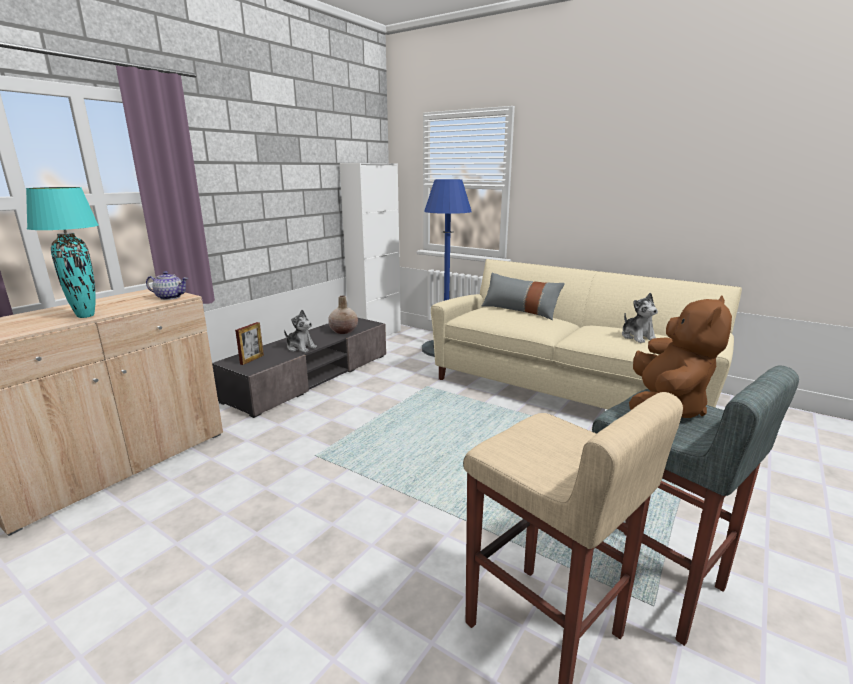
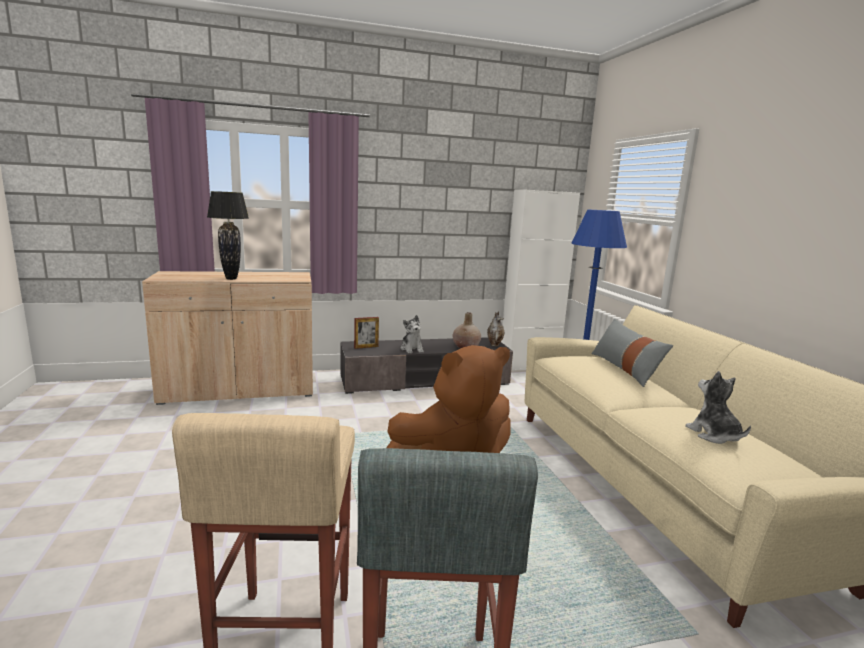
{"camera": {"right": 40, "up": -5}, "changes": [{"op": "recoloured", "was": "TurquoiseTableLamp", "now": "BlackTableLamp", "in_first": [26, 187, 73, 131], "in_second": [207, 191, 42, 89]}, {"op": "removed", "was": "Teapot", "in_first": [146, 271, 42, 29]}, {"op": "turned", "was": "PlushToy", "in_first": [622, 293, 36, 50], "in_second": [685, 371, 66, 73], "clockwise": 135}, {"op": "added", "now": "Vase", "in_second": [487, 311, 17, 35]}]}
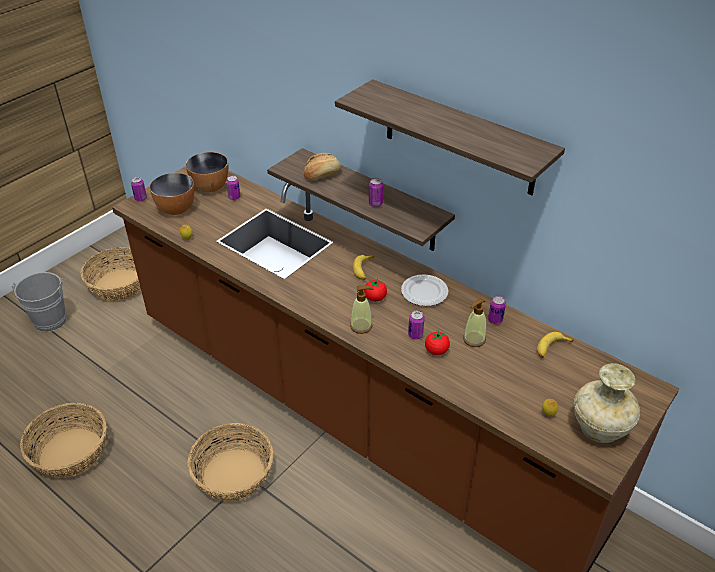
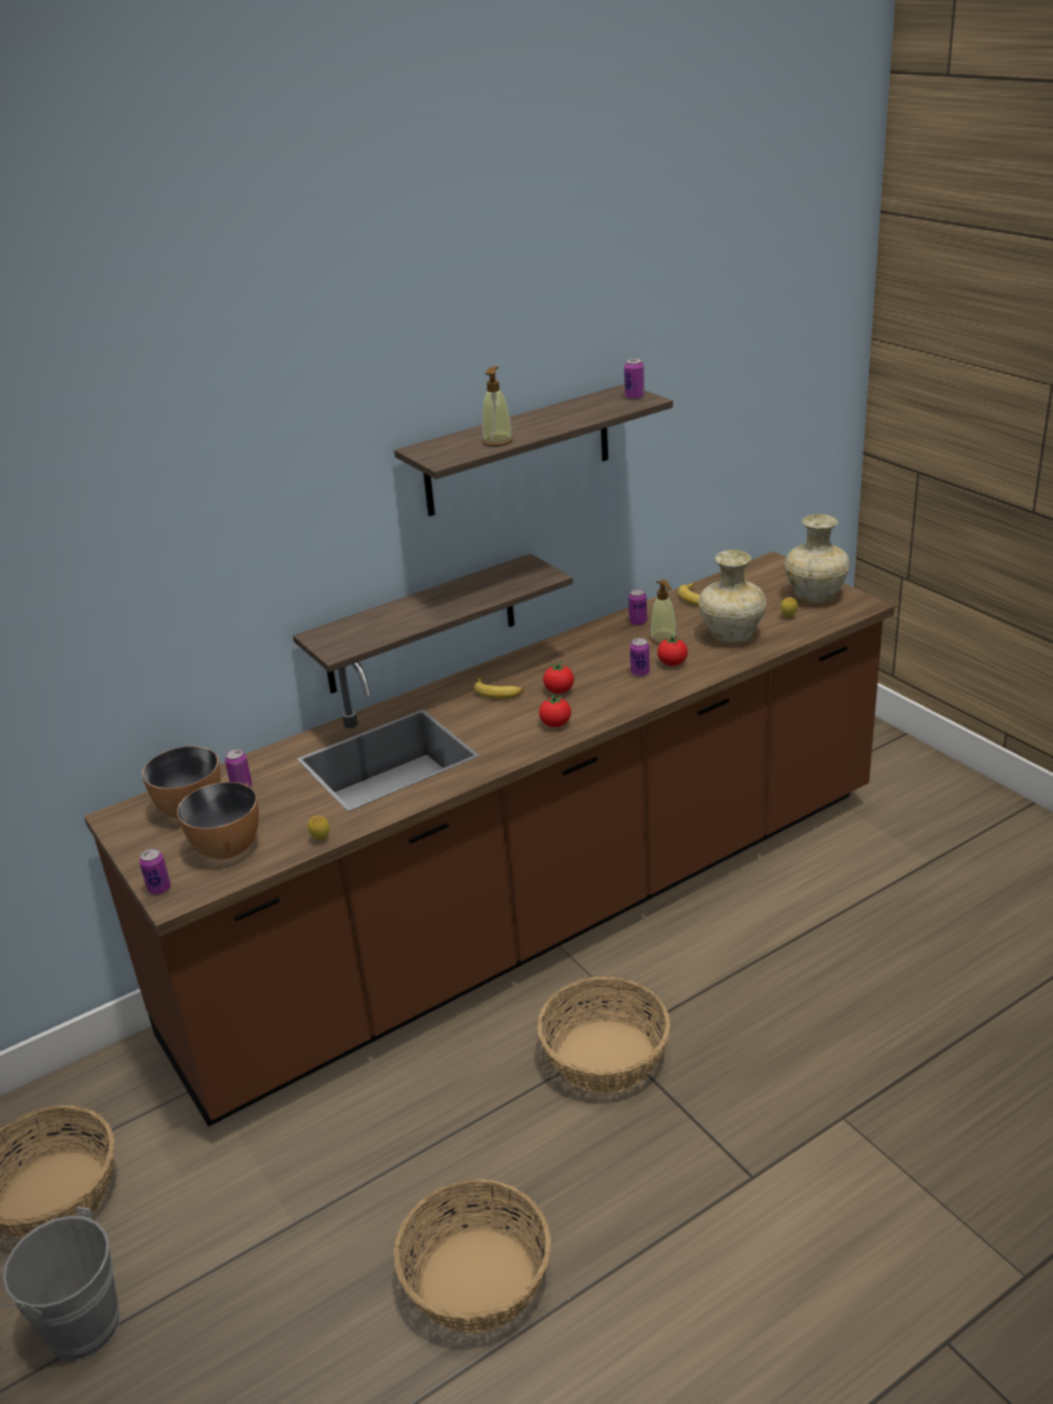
{"camera": {"right": -70, "up": -10}, "changes": [{"op": "removed", "was": "Bread", "in_first": [304, 153, 37, 28]}, {"op": "moved", "was": "Can", "in_first": [369, 178, 14, 29], "in_second": [624, 359, 20, 41]}, {"op": "removed", "was": "Plate", "in_first": [401, 274, 48, 32]}, {"op": "moved", "was": "SoapDispenser", "in_first": [350, 285, 24, 49], "in_second": [482, 366, 31, 80]}, {"op": "added", "now": "BeigeVase", "in_second": [698, 550, 68, 93]}, {"op": "added", "now": "Tomato", "in_second": [539, 694, 32, 33]}]}
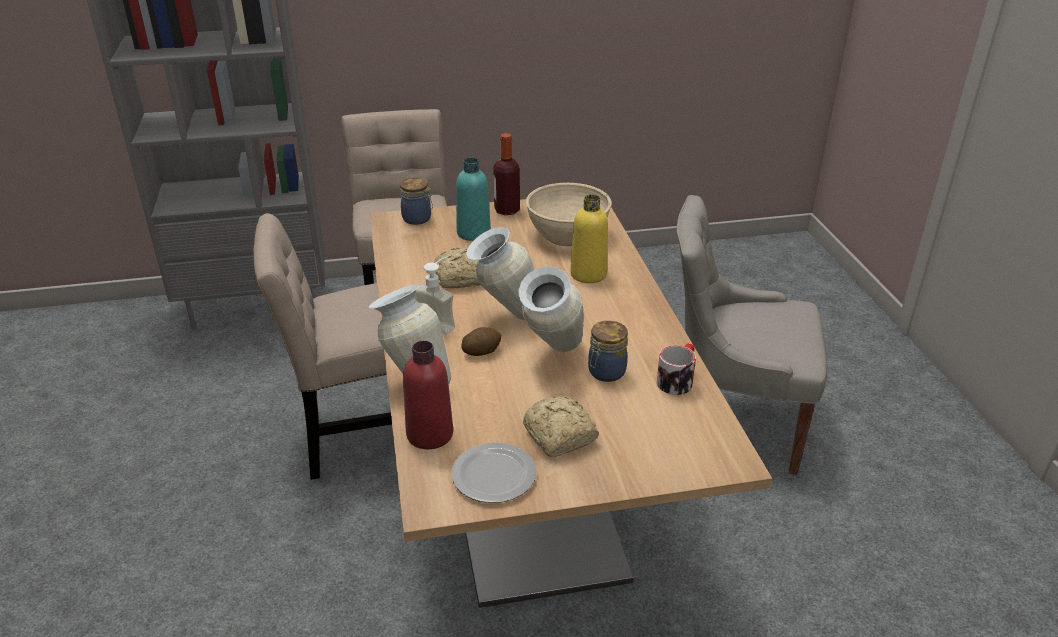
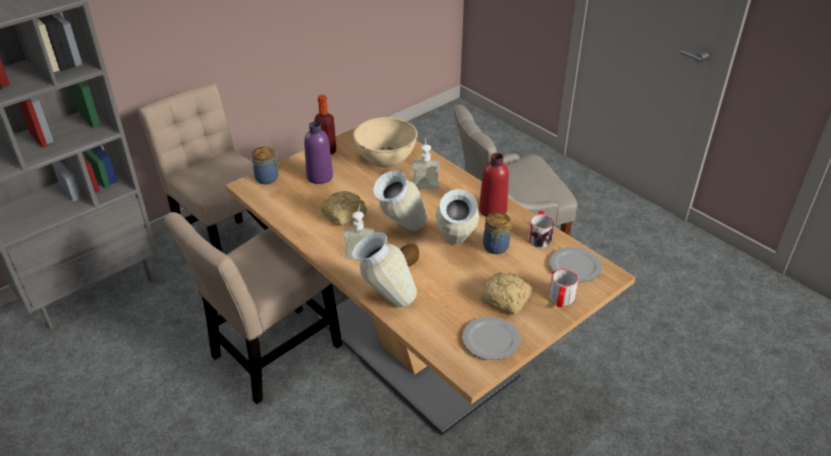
{"camera": {"right": -30, "up": 5}, "changes": [{"op": "recoloured", "was": "TurquoiseBottle", "now": "PurpleBottle", "in_first": [456, 158, 35, 83], "in_second": [304, 121, 29, 63]}, {"op": "replaced", "was": "YellowBottle", "now": "SoapDispenser", "in_first": [571, 194, 37, 89], "in_second": [412, 138, 28, 51]}, {"op": "moved", "was": "RedBottle", "in_first": [403, 341, 50, 108], "in_second": [479, 153, 30, 64]}, {"op": "added", "now": "Plate", "in_second": [550, 247, 53, 35]}, {"op": "added", "now": "Mug", "in_second": [549, 269, 29, 38]}]}
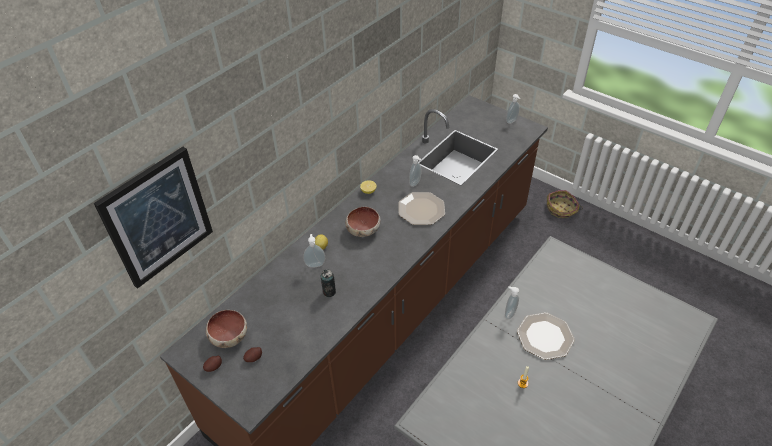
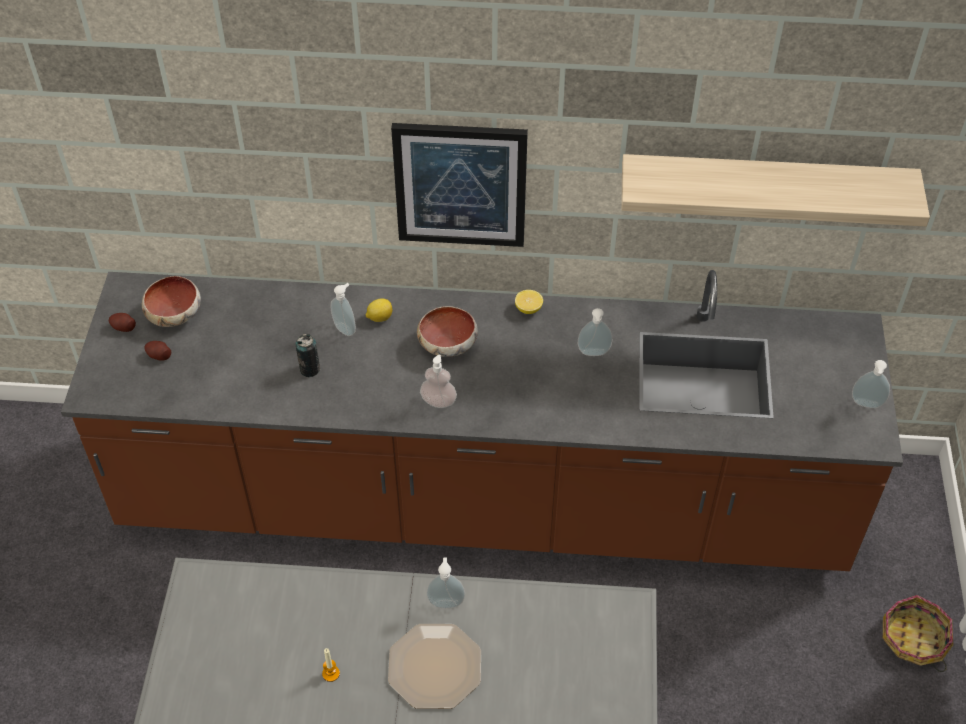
{"camera": {"right": 55, "up": 5}, "changes": [{"op": "moved", "was": "Picture", "in_first": [94, 147, 119, 142], "in_second": [391, 123, 137, 124]}, {"op": "removed", "was": "Plate", "in_first": [398, 192, 47, 33]}, {"op": "added", "now": "Shelf", "in_second": [621, 154, 309, 73]}, {"op": "added", "now": "SoapDispenser", "in_second": [420, 355, 37, 53]}]}
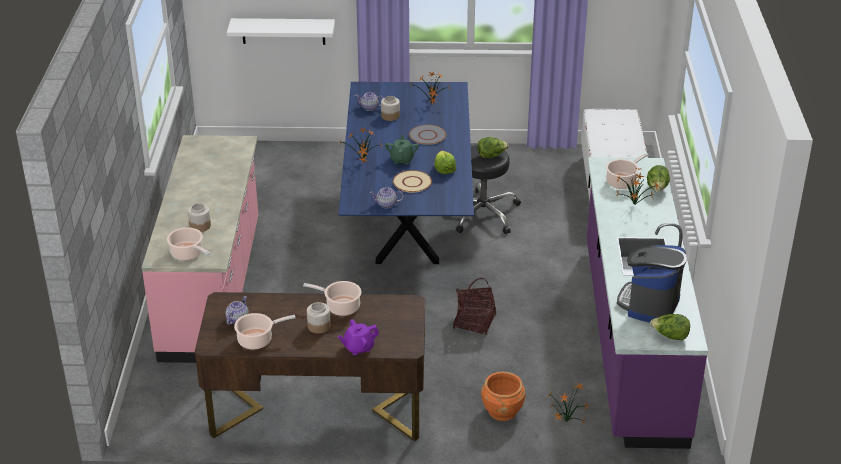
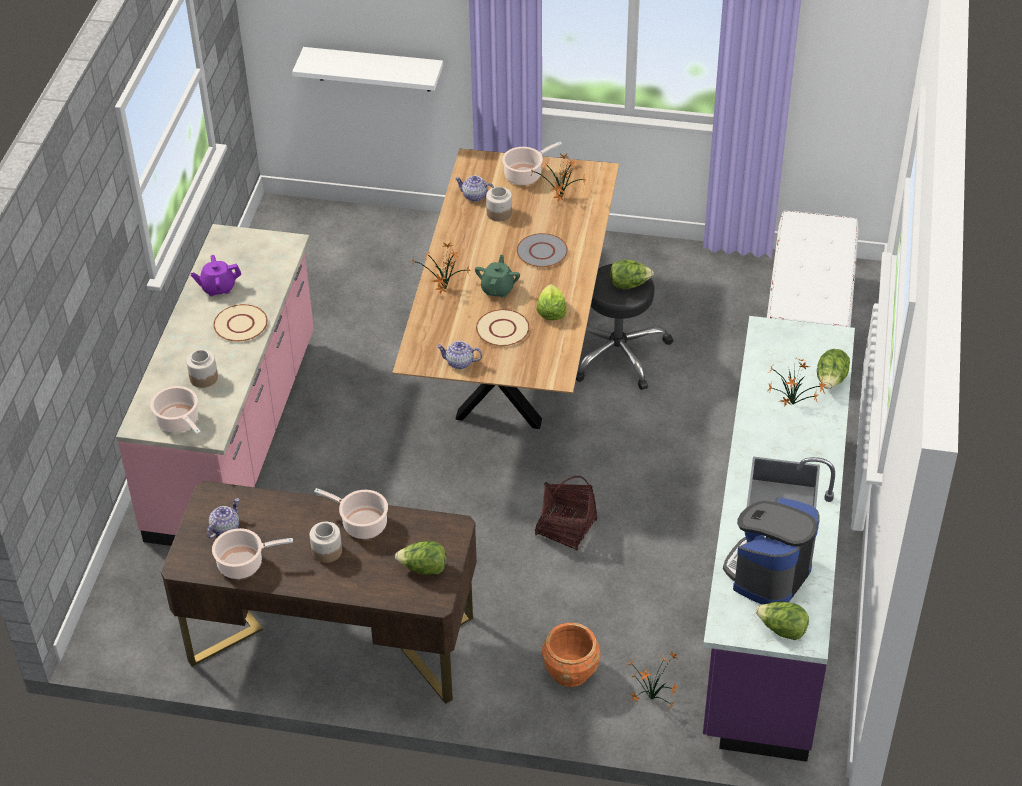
{"camera": {"right": 10, "up": 10}, "changes": [{"op": "recoloured", "was": "BlueDiningTable", "now": "BrownDiningTable", "in_first": [339, 82, 135, 182], "in_second": [392, 149, 227, 280]}, {"op": "moved", "was": "CookingPot", "in_first": [606, 153, 43, 36], "in_second": [502, 142, 60, 43]}, {"op": "moved", "was": "PurpleTeapot", "in_first": [338, 319, 41, 36], "in_second": [190, 255, 51, 41]}, {"op": "added", "now": "BeigePlate", "in_second": [213, 304, 55, 38]}, {"op": "added", "now": "Lettuce", "in_second": [395, 541, 51, 34]}]}
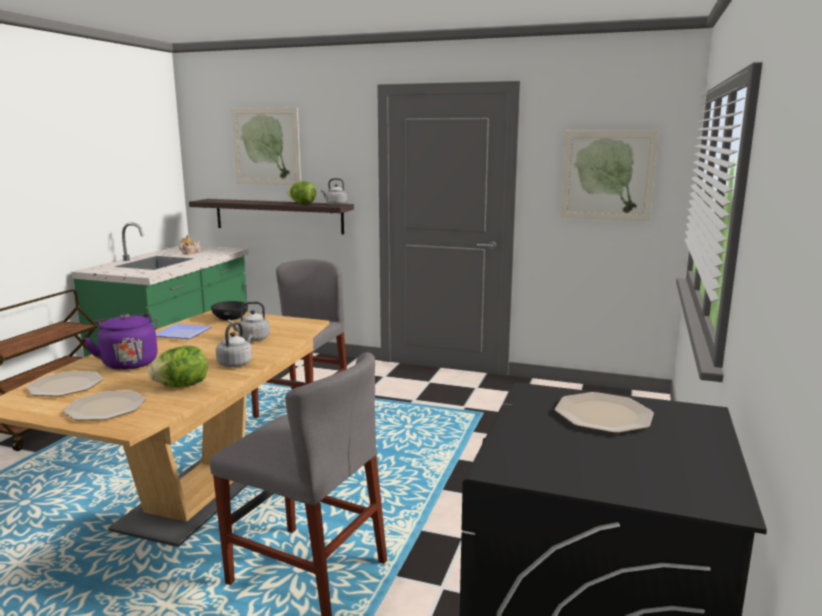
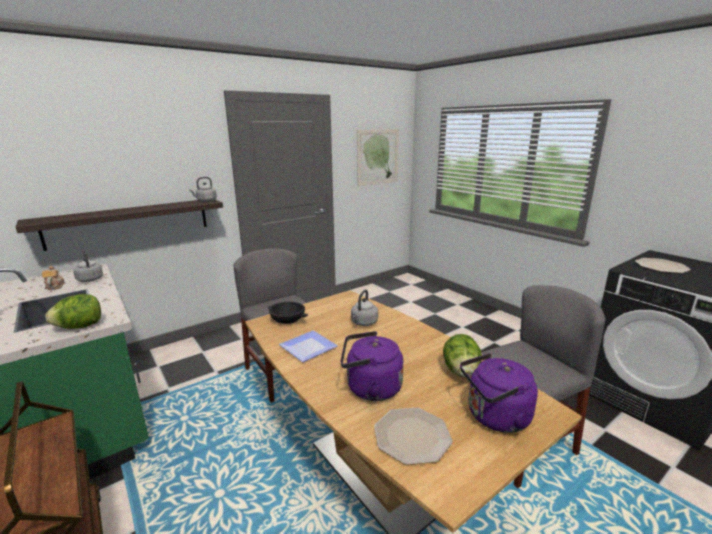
{"camera": {"right": -55, "up": 5}, "changes": [{"op": "removed", "was": "Picture", "in_first": [231, 108, 70, 77]}, {"op": "moved", "was": "Lettuce", "in_first": [288, 181, 29, 23], "in_second": [45, 294, 56, 35]}, {"op": "moved", "was": "GreyKettle", "in_first": [216, 322, 37, 45], "in_second": [73, 251, 30, 31]}, {"op": "replaced", "was": "Plate", "now": "PurpleKettle", "in_first": [63, 391, 83, 29], "in_second": [460, 353, 78, 80]}]}
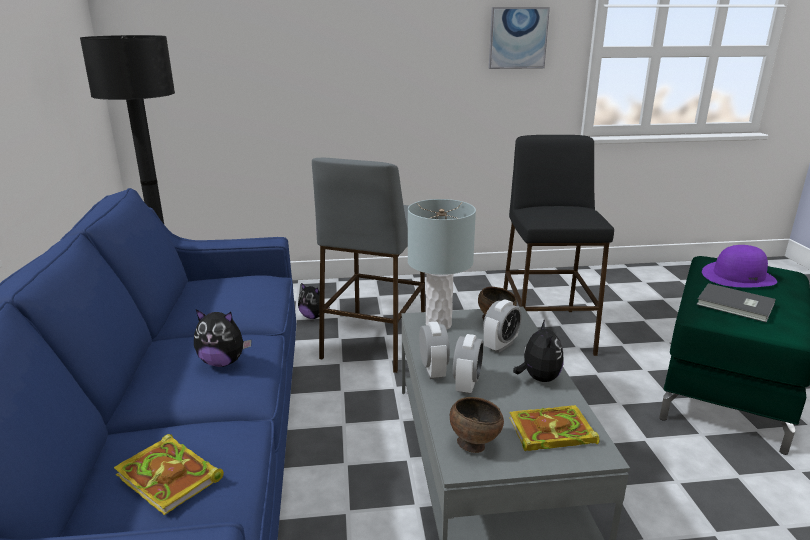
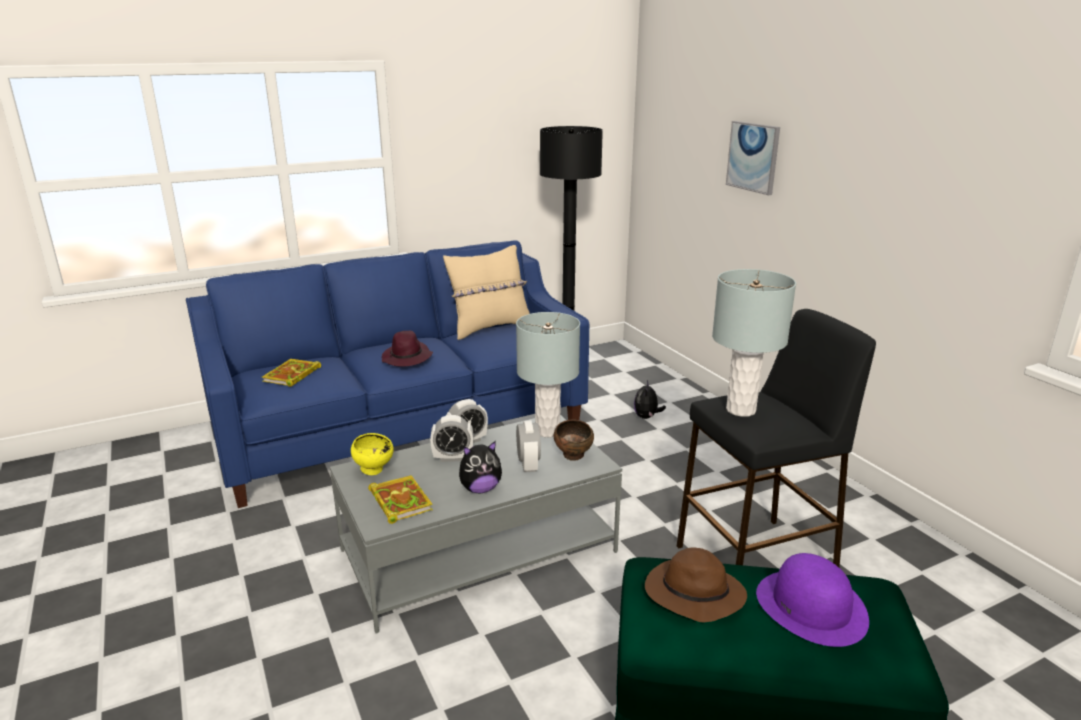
{"camera": {"right": 70, "up": 0}, "changes": [{"op": "moved", "was": "Picture", "in_first": [489, 7, 61, 62], "in_second": [726, 121, 54, 74]}, {"op": "removed", "was": "GreyStool", "in_first": [312, 158, 113, 215]}, {"op": "replaced", "was": "GreyBook", "now": "BrownHat", "in_first": [696, 283, 80, 39], "in_second": [645, 548, 102, 74]}, {"op": "turned", "was": "AlarmClock", "in_first": [483, 300, 39, 53], "in_second": [516, 420, 25, 52], "clockwise": -120}, {"op": "replaced", "was": "PlushToy", "now": "PurpleHat", "in_first": [194, 310, 58, 57], "in_second": [382, 331, 51, 36]}, {"op": "recoloured", "was": "BrownBowl", "now": "YellowBowl", "in_first": [450, 397, 54, 56], "in_second": [351, 433, 43, 42]}, {"op": "added", "now": "BeigePillow", "in_second": [443, 245, 87, 95]}, {"op": "added", "now": "GreyTableLamp", "in_second": [712, 269, 84, 148]}]}
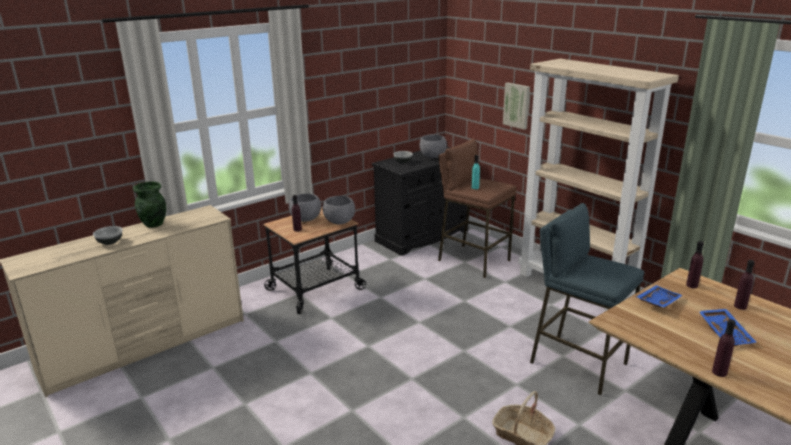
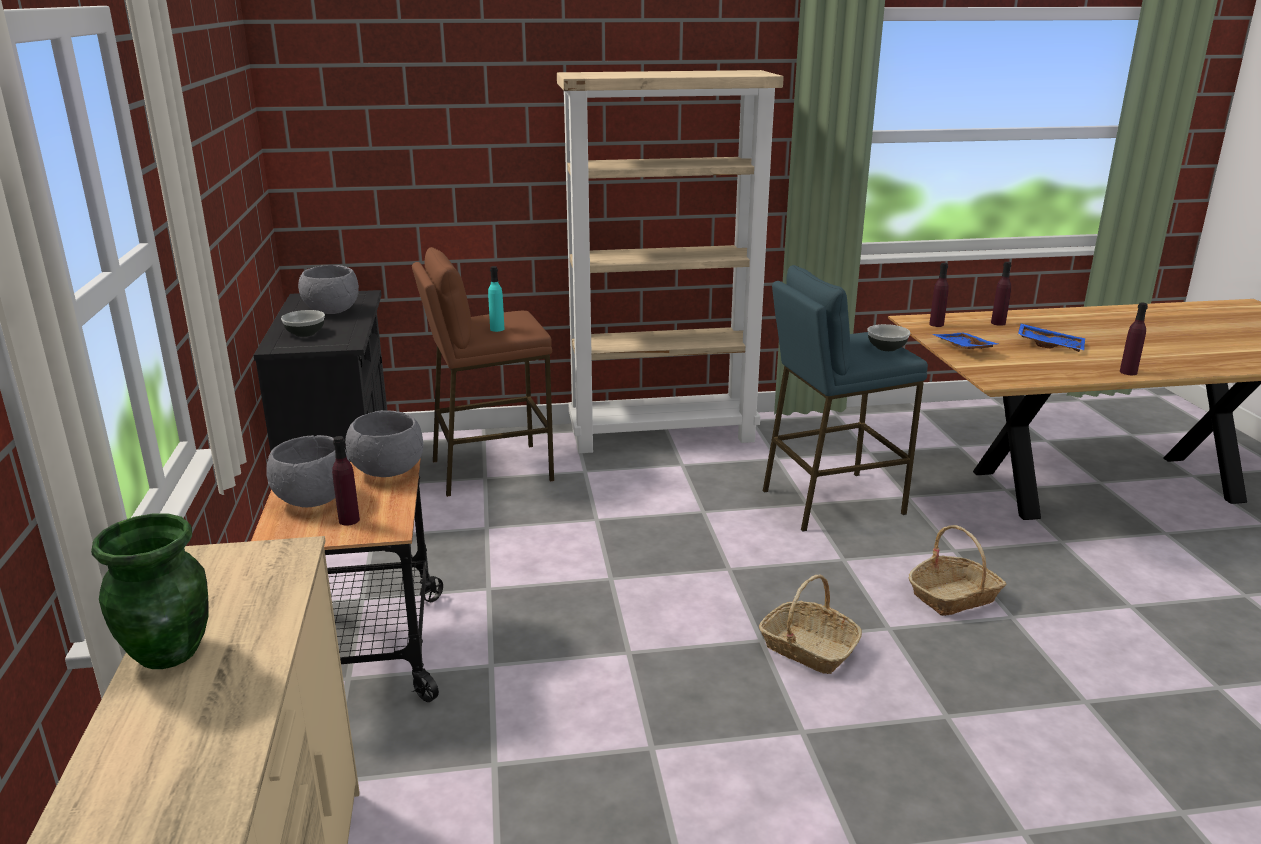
{"camera": {"right": -60, "up": 0}, "changes": [{"op": "removed", "was": "Picture", "in_first": [503, 83, 27, 47]}, {"op": "moved", "was": "Bowl", "in_first": [93, 226, 30, 19], "in_second": [867, 324, 43, 27]}, {"op": "added", "now": "Basket", "in_second": [759, 575, 103, 99]}]}
